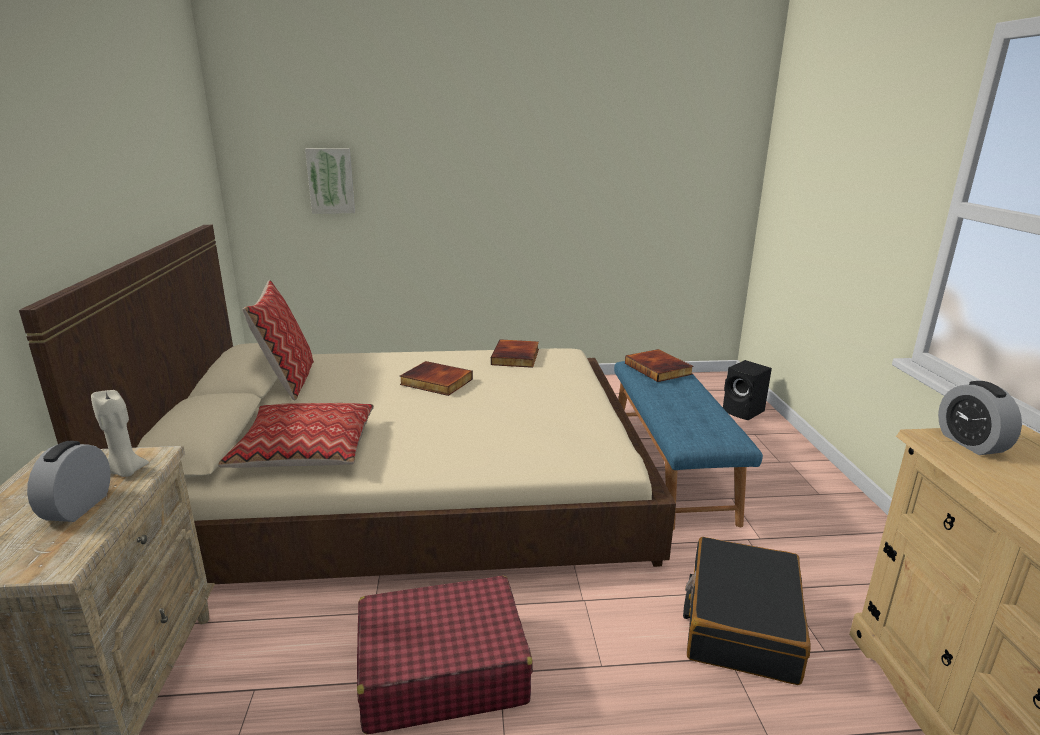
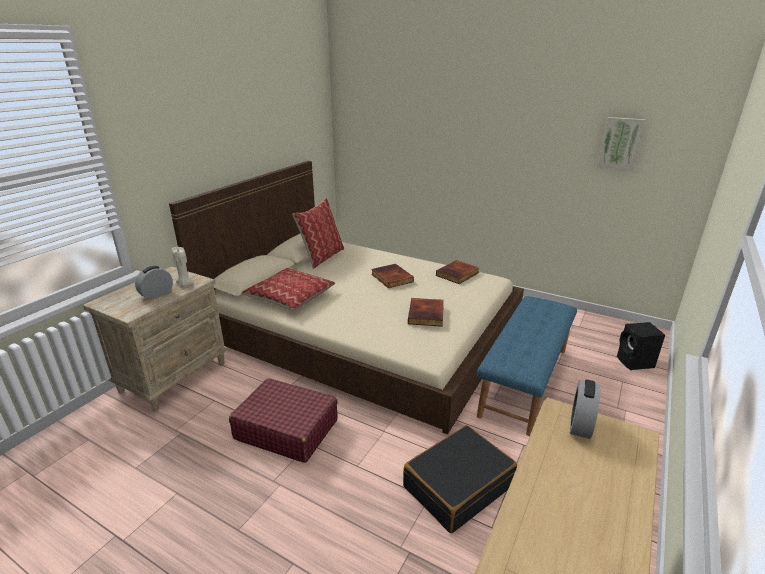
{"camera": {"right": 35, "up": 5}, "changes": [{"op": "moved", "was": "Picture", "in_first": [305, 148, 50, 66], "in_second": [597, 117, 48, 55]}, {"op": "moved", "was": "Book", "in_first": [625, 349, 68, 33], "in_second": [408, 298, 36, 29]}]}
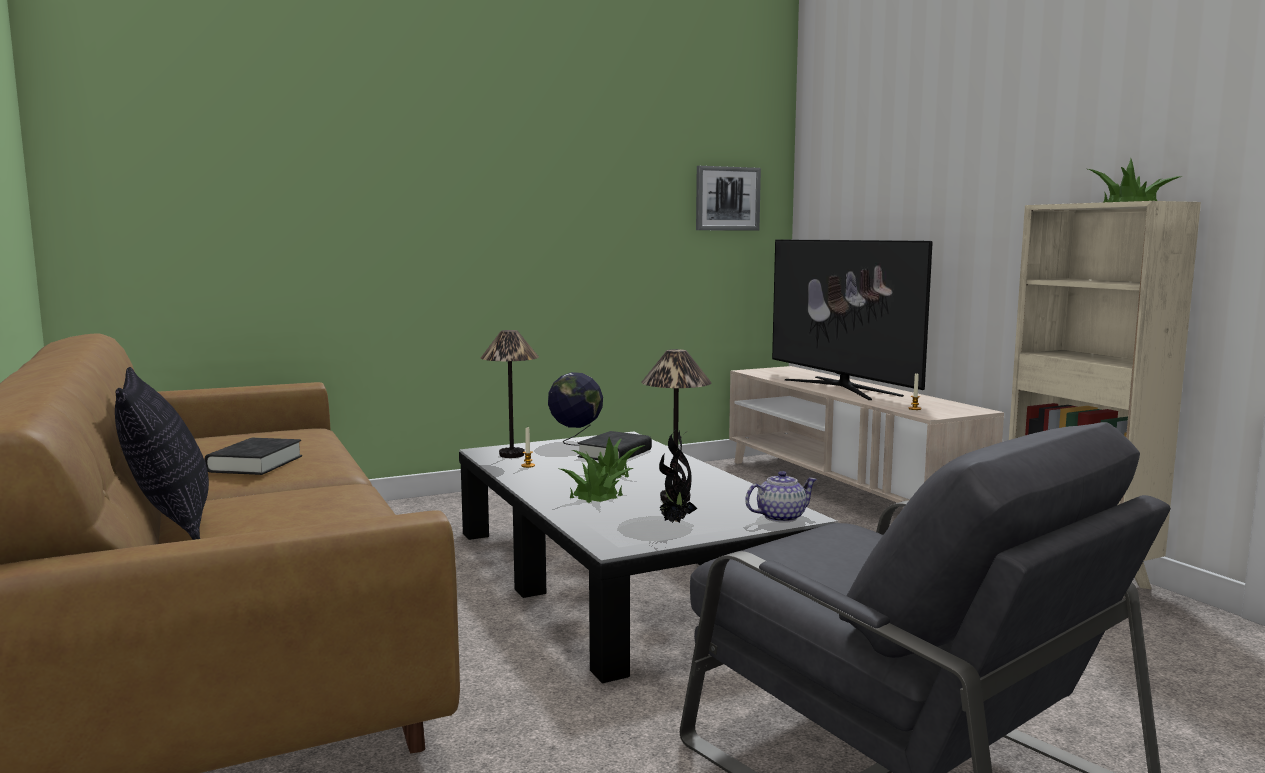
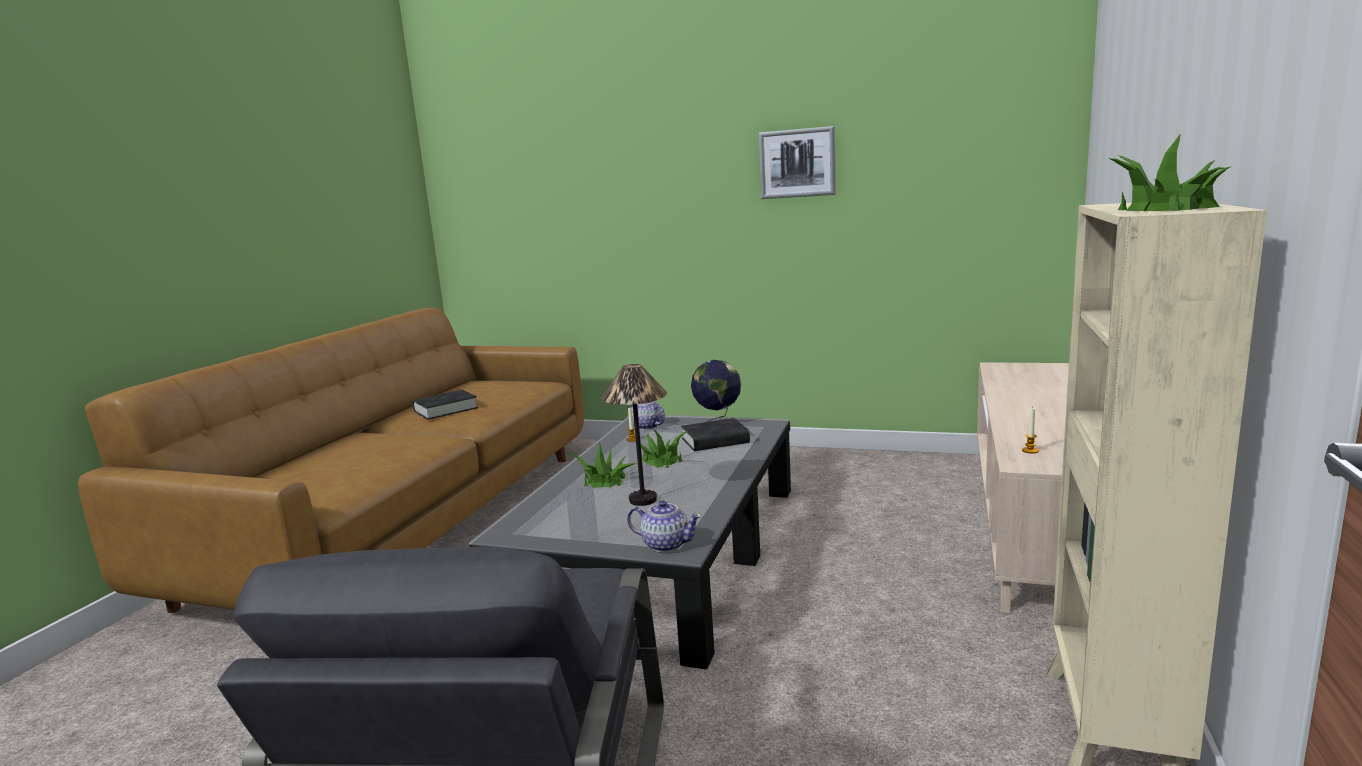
{"camera": {"right": 45, "up": 5}, "changes": [{"op": "moved", "was": "Picture", "in_first": [696, 166, 65, 64], "in_second": [759, 126, 77, 73]}, {"op": "removed", "was": "Television", "in_first": [772, 239, 161, 161]}, {"op": "replaced", "was": "TableLamp", "now": "Teapot", "in_first": [481, 330, 58, 128], "in_second": [631, 401, 34, 29]}, {"op": "removed", "was": "Pillow", "in_first": [115, 367, 94, 173]}, {"op": "removed", "was": "PottedPlant", "in_first": [659, 429, 39, 94]}]}
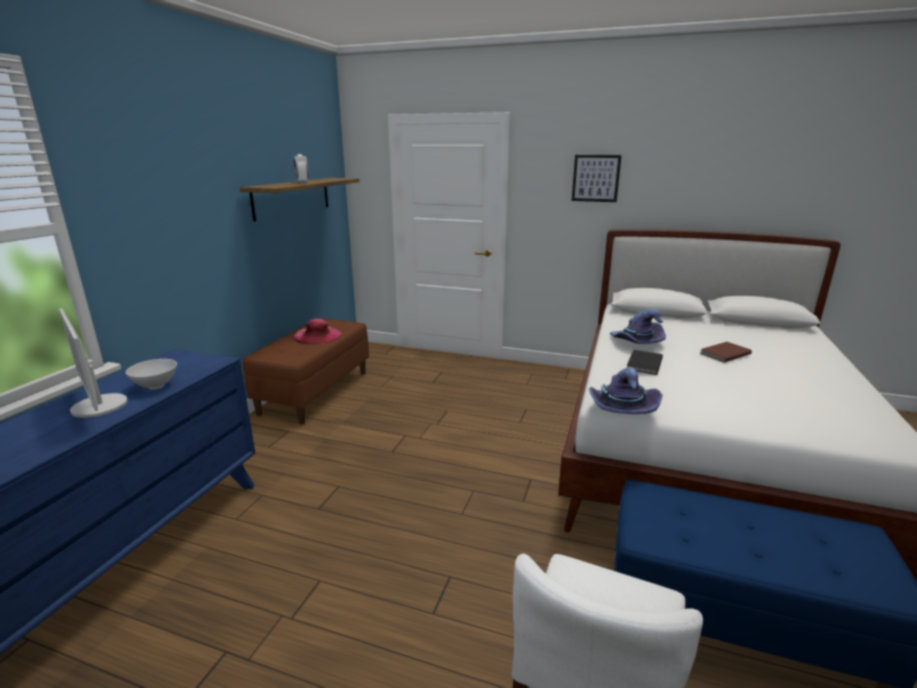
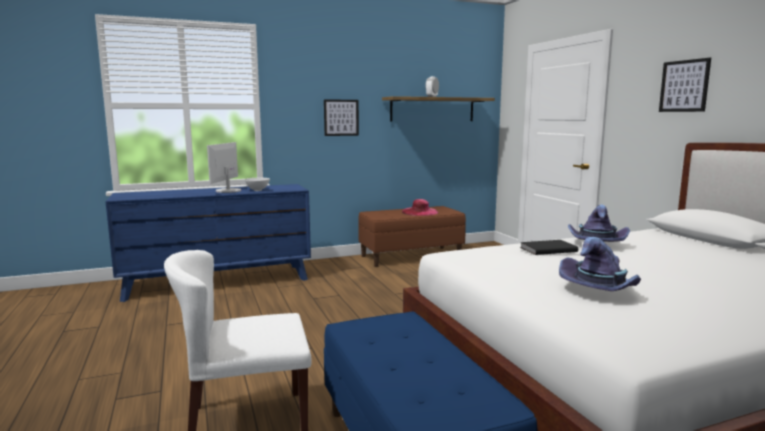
{"camera": {"right": 50, "up": -10}, "changes": [{"op": "removed", "was": "BrownBook", "in_first": [700, 342, 52, 20]}, {"op": "moved", "was": "PurpleHat", "in_first": [589, 367, 74, 47], "in_second": [559, 237, 82, 54]}, {"op": "added", "now": "Picture", "in_second": [324, 99, 35, 37]}]}
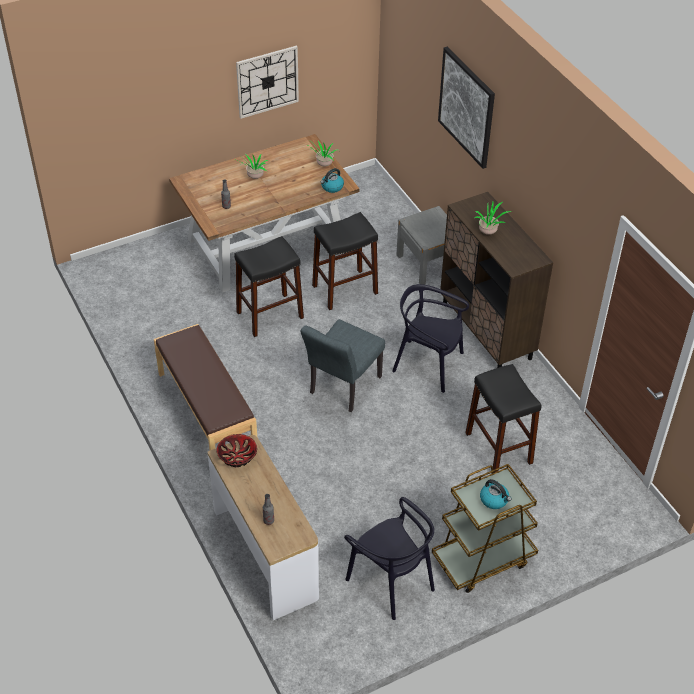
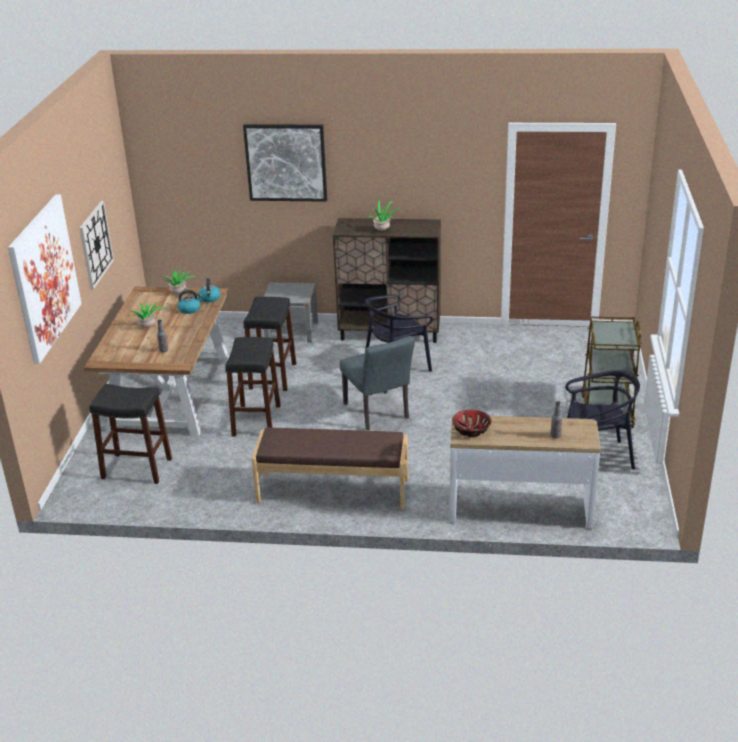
{"camera": {"right": -55, "up": -15}, "changes": [{"op": "moved", "was": "BlackStool", "in_first": [465, 364, 76, 109], "in_second": [89, 384, 83, 100]}, {"op": "moved", "was": "Kettle", "in_first": [480, 479, 32, 30], "in_second": [178, 290, 25, 24]}, {"op": "added", "now": "Picture", "in_second": [8, 195, 74, 169]}]}
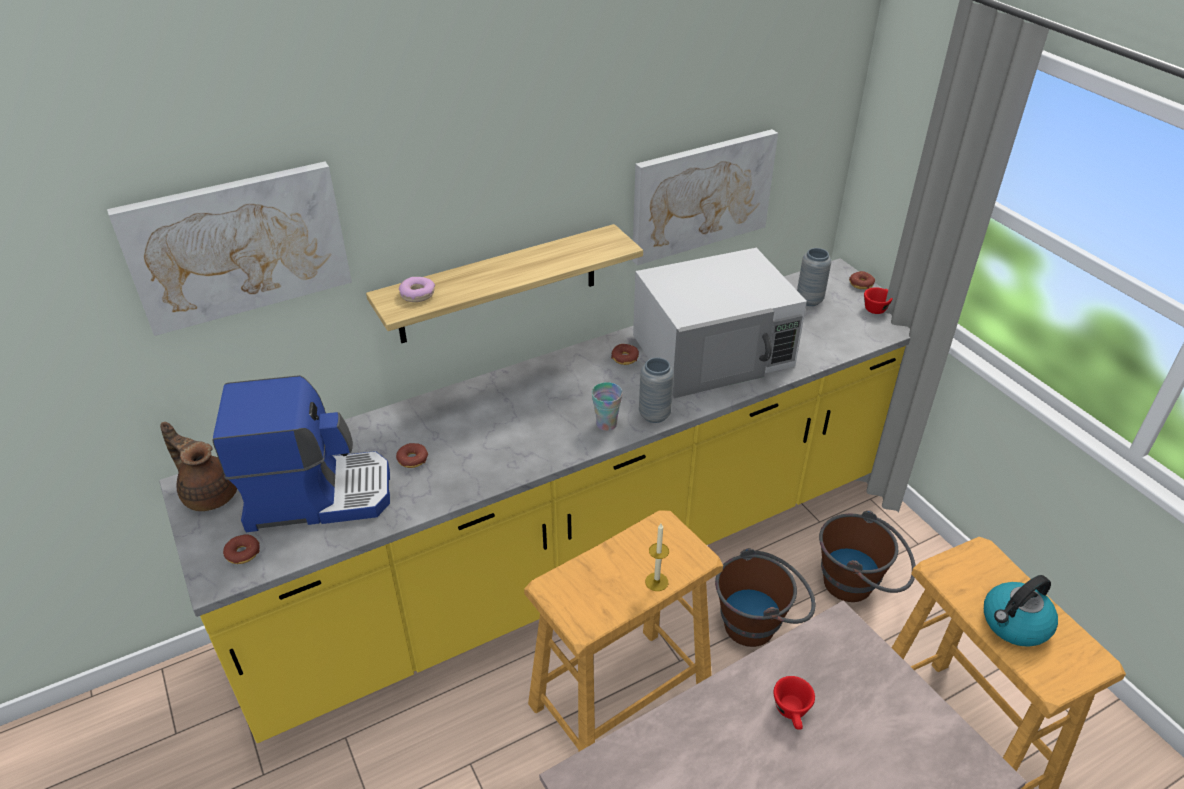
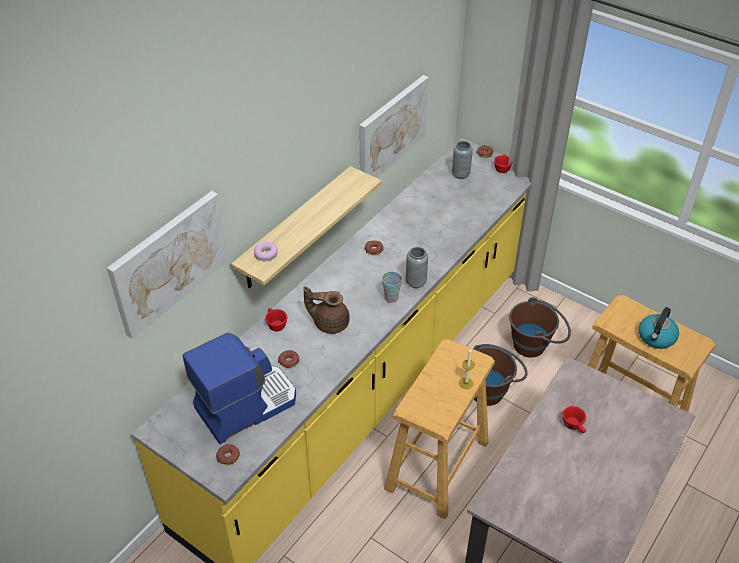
{"camera": {"right": -25, "up": 5}, "changes": [{"op": "removed", "was": "WhiteMicrowave", "in_first": [633, 248, 174, 150]}, {"op": "moved", "was": "BrownTeapot", "in_first": [160, 422, 77, 89], "in_second": [303, 287, 47, 47]}, {"op": "added", "now": "RedCup", "in_second": [265, 308, 22, 23]}]}
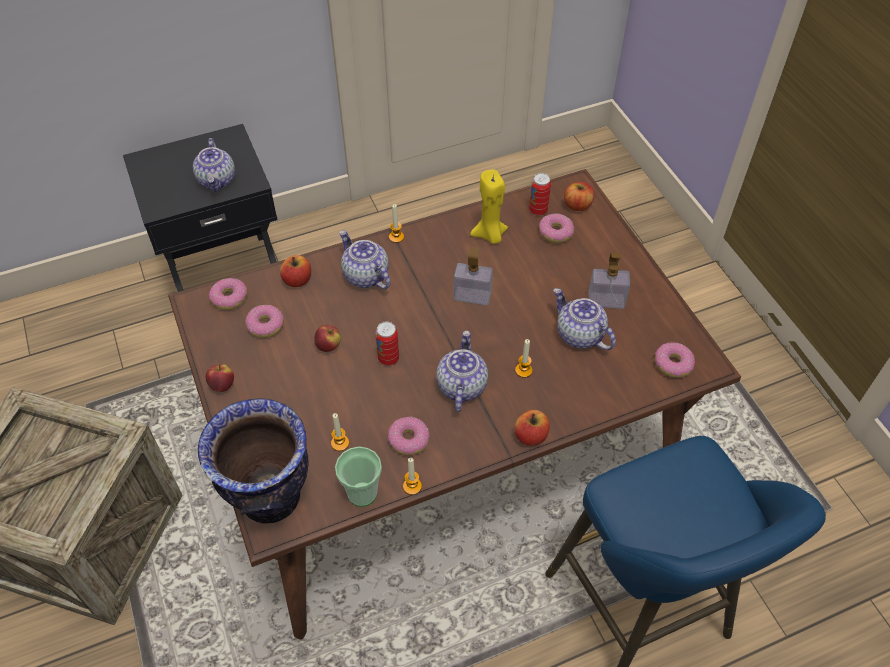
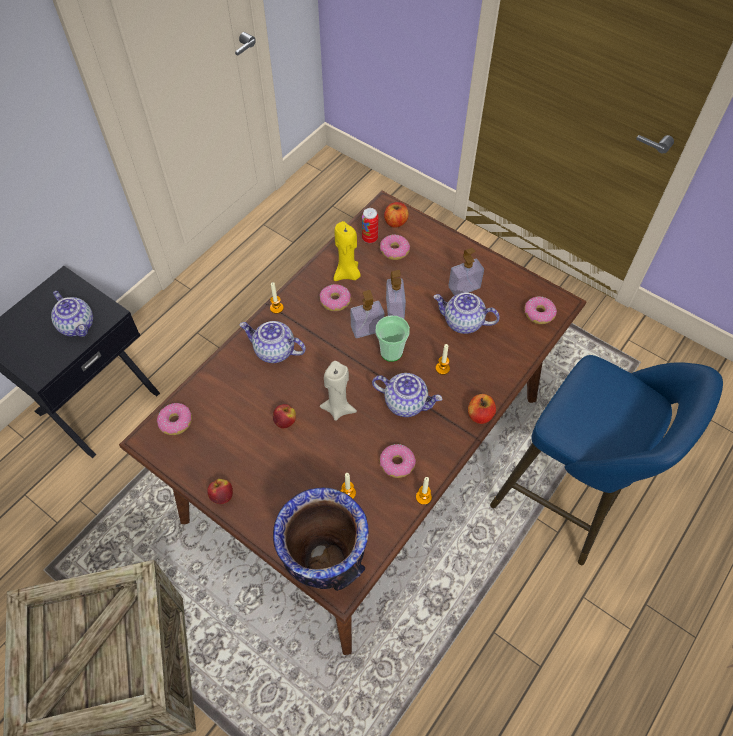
{"camera": {"right": -30, "up": 5}, "changes": [{"op": "removed", "was": "Apple", "in_first": [280, 255, 31, 32]}, {"op": "moved", "was": "Donut", "in_first": [245, 305, 39, 33], "in_second": [319, 284, 32, 27]}, {"op": "replaced", "was": "Can", "now": "BeigeCandle", "in_first": [375, 321, 24, 45], "in_second": [320, 361, 37, 60]}, {"op": "turned", "was": "Teapot", "in_first": [436, 331, 52, 81], "in_second": [372, 373, 71, 44], "clockwise": 135}, {"op": "moved", "was": "Cup", "in_first": [335, 447, 47, 60], "in_second": [376, 316, 34, 46]}, {"op": "added", "now": "SoapDispenser", "in_second": [386, 270, 20, 49]}]}
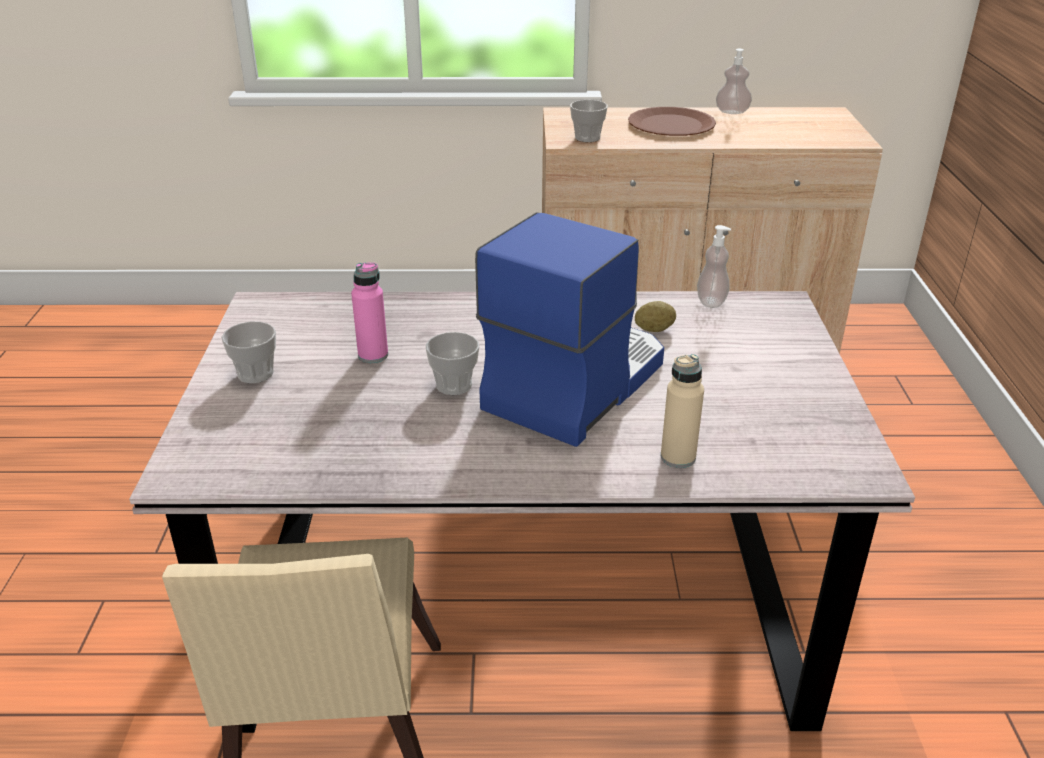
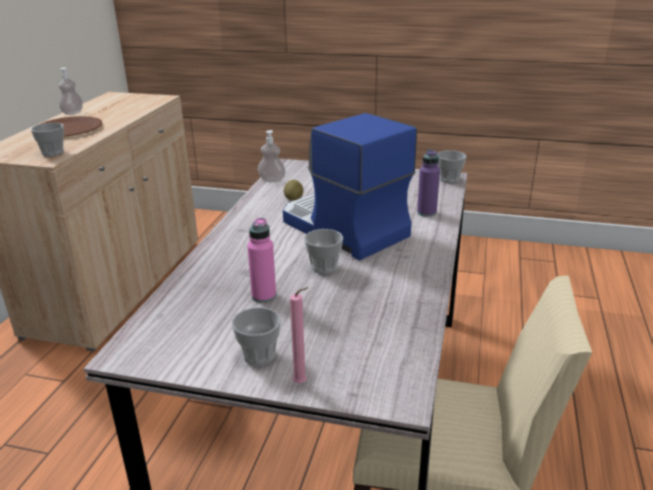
{"camera": {"right": -75, "up": -5}, "changes": [{"op": "recoloured", "was": "BeigeBottle", "now": "PurpleBottle", "in_first": [661, 354, 43, 114], "in_second": [417, 149, 23, 68]}, {"op": "added", "now": "Cup", "in_second": [437, 150, 29, 33]}, {"op": "added", "now": "PinkCandle", "in_second": [290, 287, 18, 96]}]}
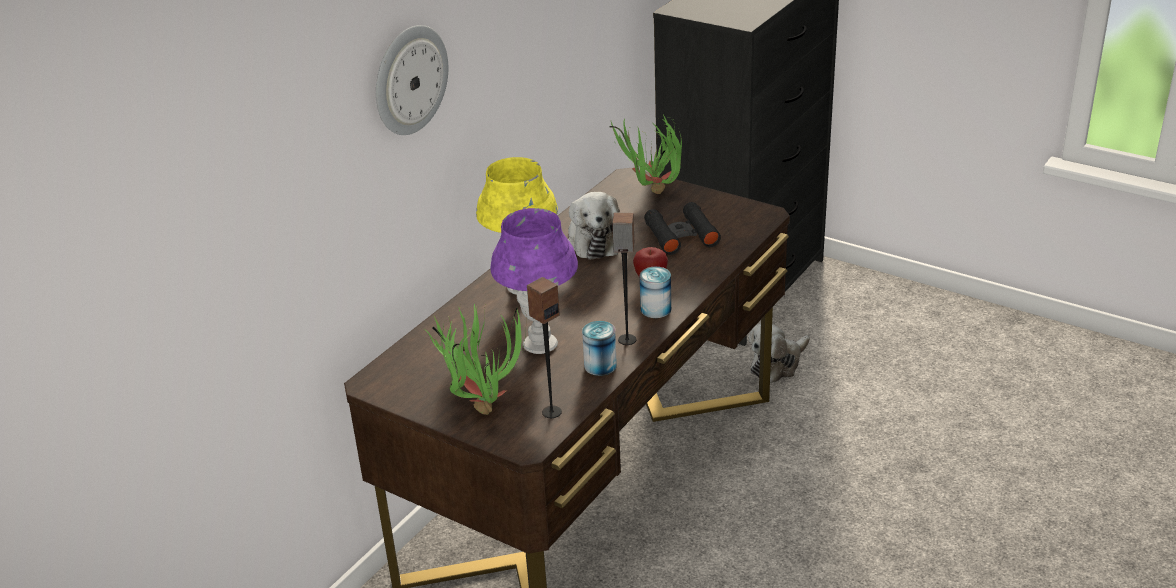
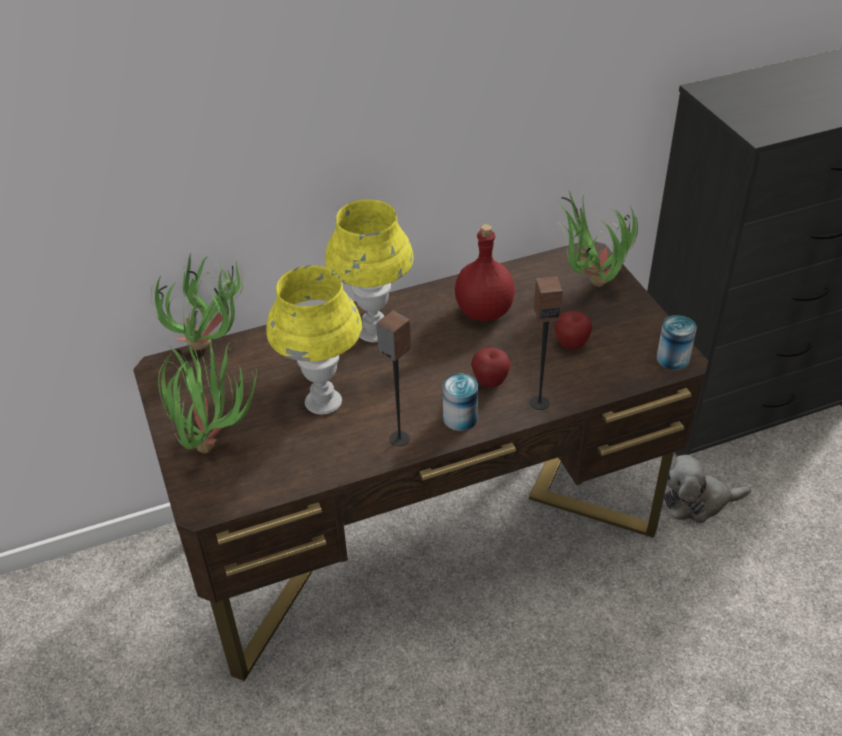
{"camera": {"right": 35, "up": 10}, "changes": [{"op": "removed", "was": "WallClock", "in_first": [376, 25, 72, 110]}, {"op": "replaced", "was": "PlushToy", "now": "RedBottle", "in_first": [568, 192, 52, 68], "in_second": [455, 224, 60, 97]}, {"op": "replaced", "was": "BlackBinoculars", "now": "Apple", "in_first": [644, 202, 77, 53], "in_second": [554, 311, 38, 38]}, {"op": "recoloured", "was": "PurpleTableLamp", "now": "YellowTableLamp", "in_first": [490, 208, 88, 146], "in_second": [266, 265, 96, 149]}, {"op": "moved", "was": "Speaker", "in_first": [527, 277, 35, 141], "in_second": [530, 277, 33, 133]}, {"op": "moved", "was": "Can", "in_first": [582, 321, 35, 55], "in_second": [657, 315, 40, 55]}, {"op": "added", "now": "PottedPlant", "in_second": [151, 253, 92, 98]}]}
